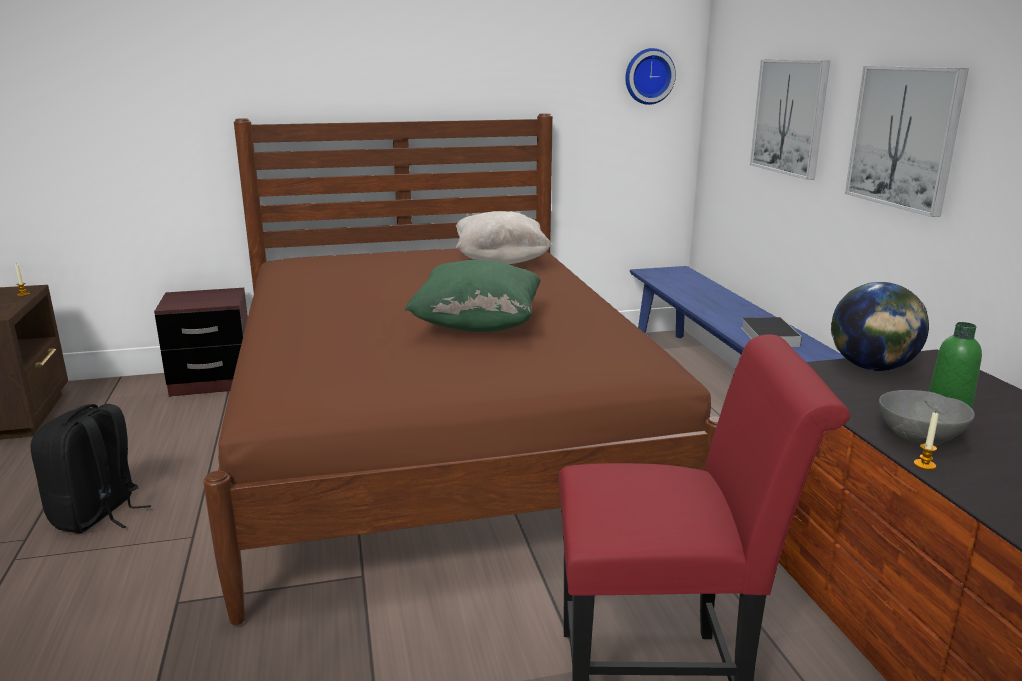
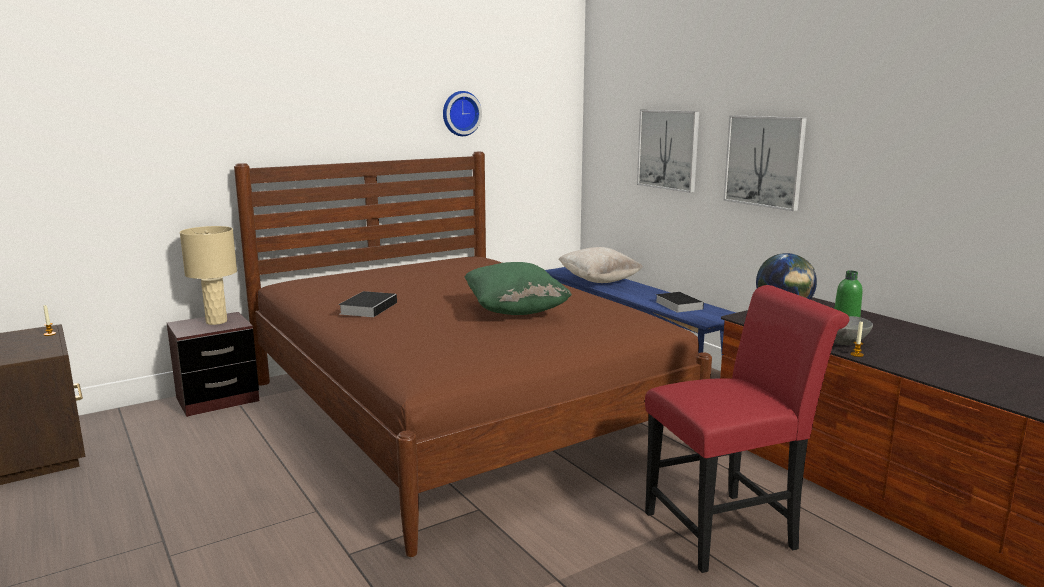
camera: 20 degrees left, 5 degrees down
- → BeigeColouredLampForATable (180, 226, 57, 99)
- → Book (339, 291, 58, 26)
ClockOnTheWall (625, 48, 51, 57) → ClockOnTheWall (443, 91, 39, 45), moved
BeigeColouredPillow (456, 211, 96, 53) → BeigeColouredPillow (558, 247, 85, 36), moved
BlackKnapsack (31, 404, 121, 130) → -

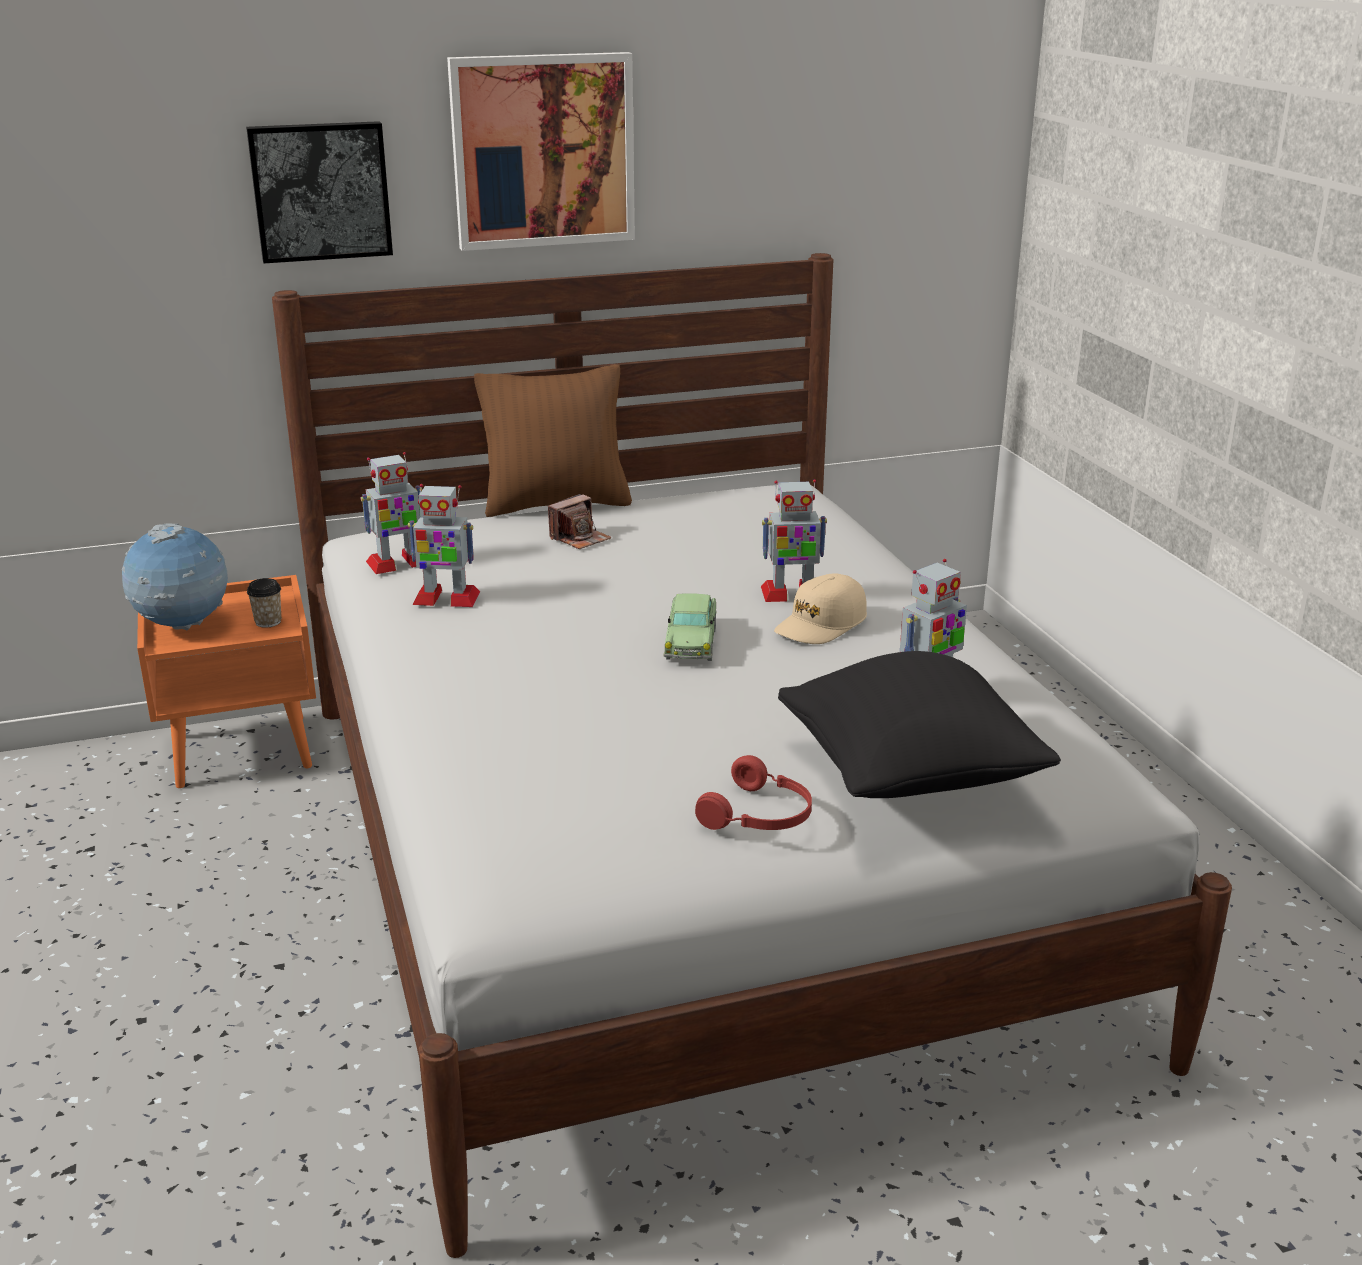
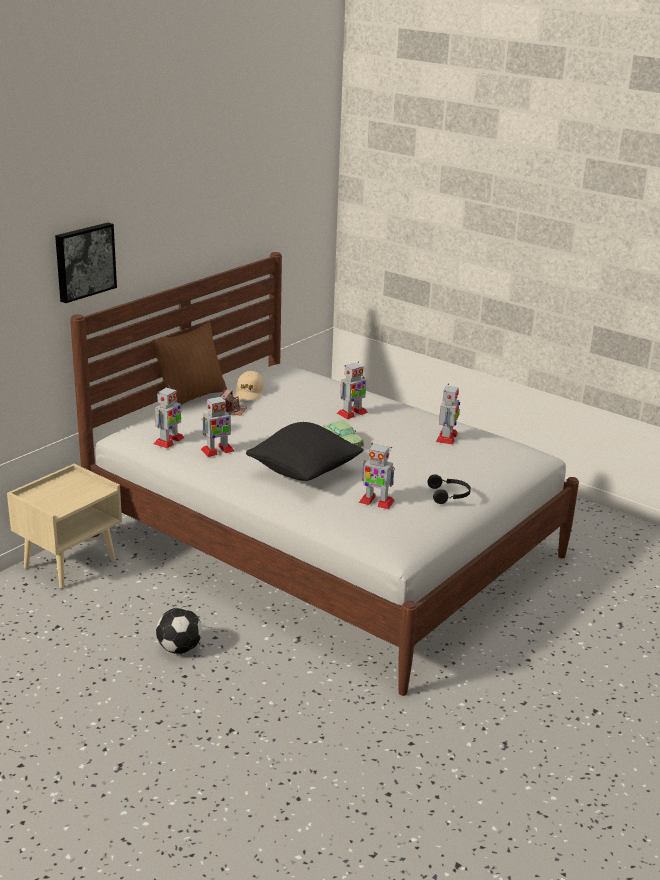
camera: 35 degrees left, 0 degrees up
OrangeColouredBedsideTable (137, 575, 179, 213) → BeigeColouredBedsideTable (7, 464, 115, 125)
- → Football (156, 607, 46, 47)
BeigeColouredBaseballCap (774, 573, 93, 71) → BeigeColouredBaseballCap (234, 371, 30, 29), moved
BlackPillow (778, 651, 283, 147) → BlackPillow (246, 422, 118, 59), moved
- → RobotFigure (359, 443, 36, 66)
RedHeadphones (695, 755, 117, 75) → BlackHeadphones (427, 474, 44, 30)
WorldGlobe (122, 523, 106, 108) → -
Cup (247, 578, 34, 50) → -
WallArt (447, 52, 188, 199) → -

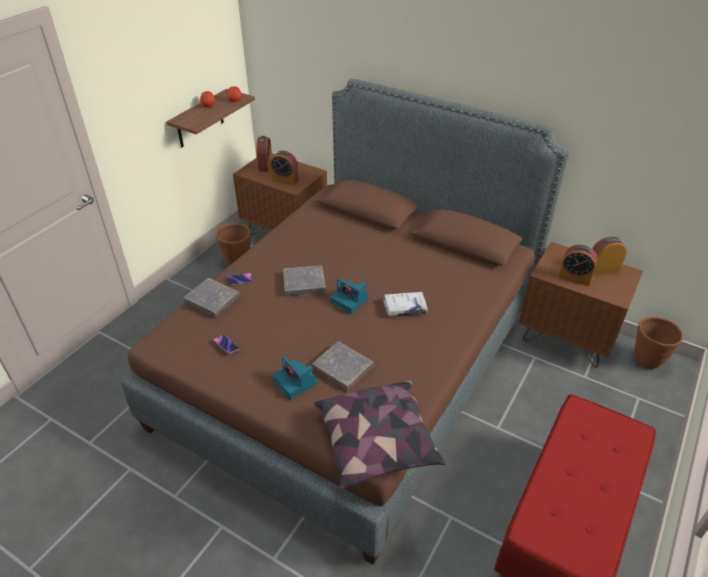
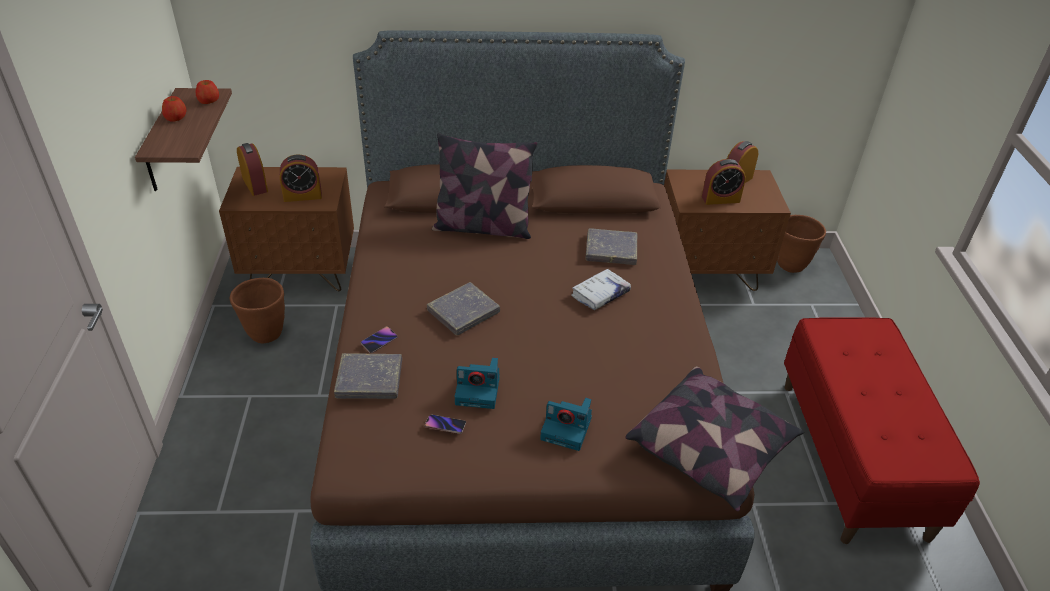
camera: 35 degrees left, 0 degrees up
- → Pillow (432, 133, 105, 106)
PhotoCamera (330, 278, 39, 36) → PhotoCamera (455, 357, 45, 52), moved
GreyishBook (312, 341, 62, 50) → GreyishBook (585, 228, 52, 37), moved

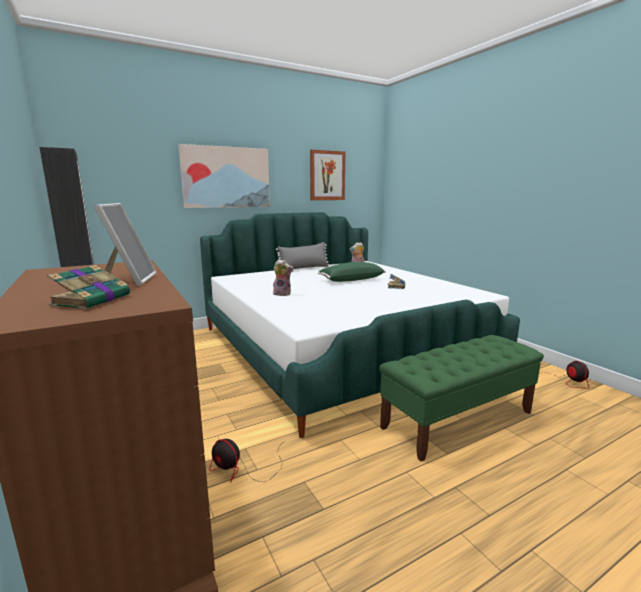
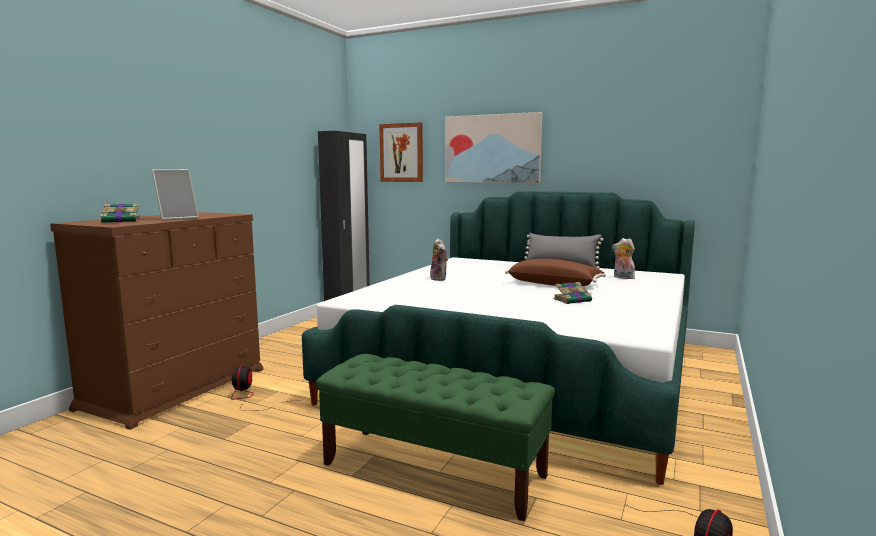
camera: 55 degrees right, 5 degrees down
WallArt (310, 150, 35, 50) → WallArt (379, 123, 44, 59), moved
GreenishPillow (318, 262, 68, 20) → BrownColouredPillow (505, 259, 101, 27)

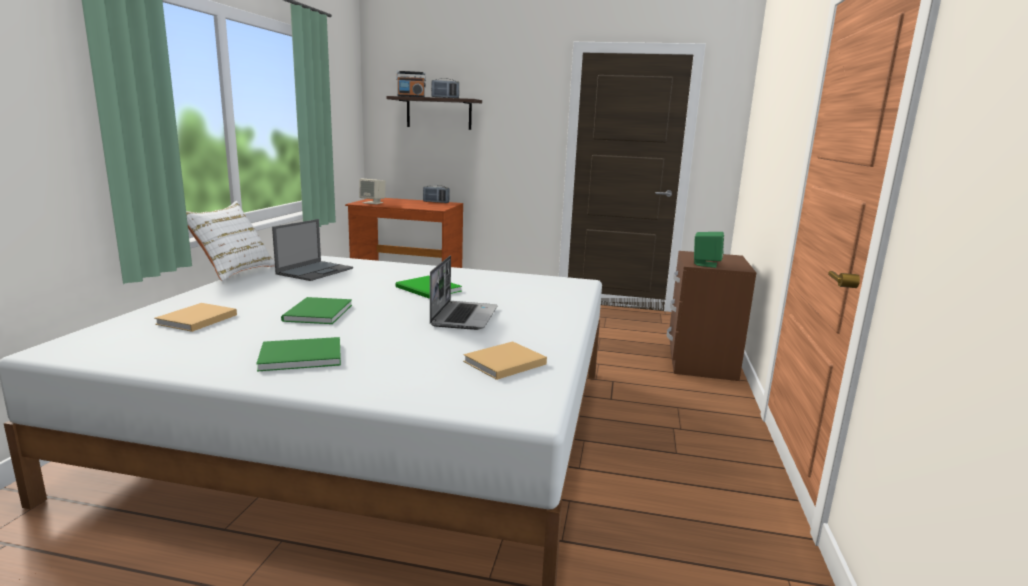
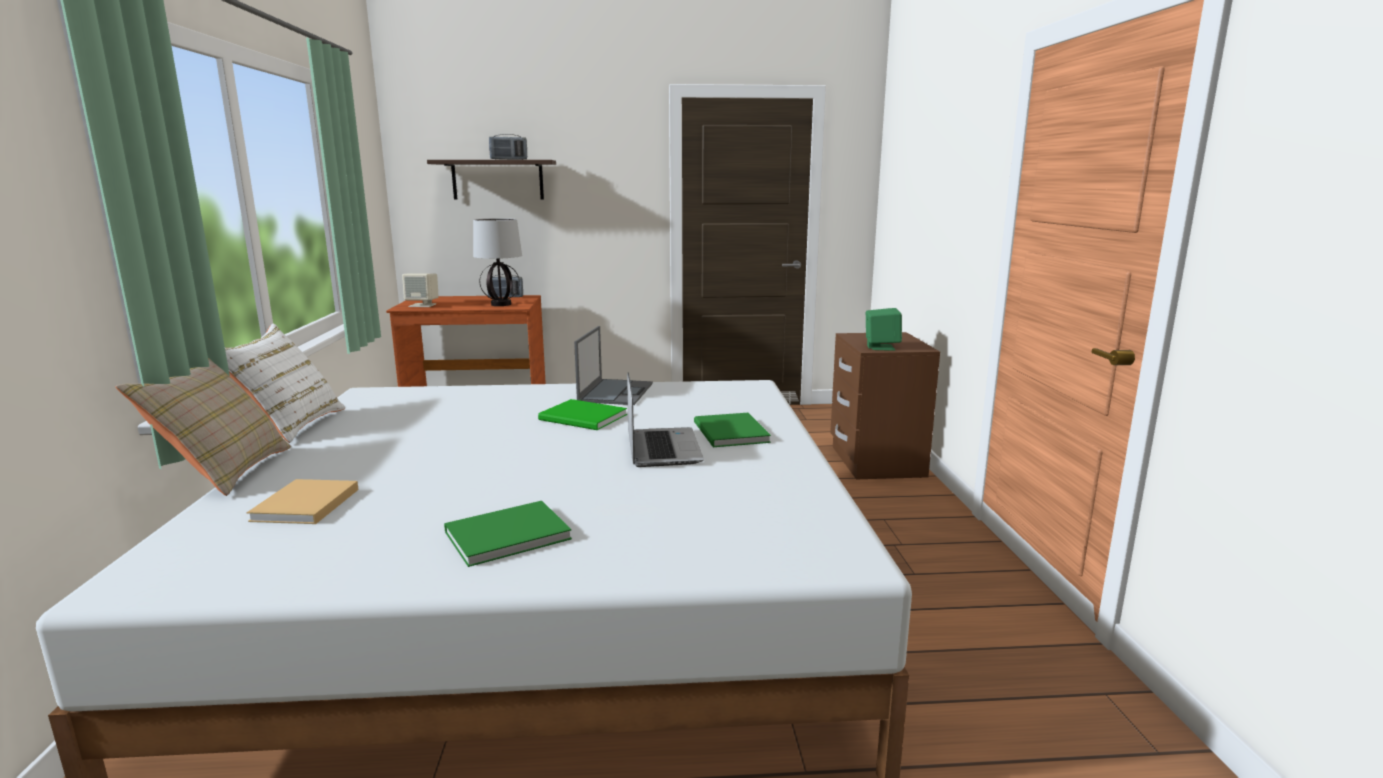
camera: 15 degrees left, 0 degrees up
- → BeigeColouredPillow (115, 358, 176, 138)
- → LampForATable (473, 218, 49, 88)
NotebookComputer (272, 219, 81, 62) → NotebookComputer (574, 326, 79, 79), moved
GreenishBook (281, 297, 71, 27) → GreenishBook (694, 413, 77, 34), moved
RadioSet (396, 71, 30, 26) → -
BeigeColouredBook (463, 341, 84, 39) → -

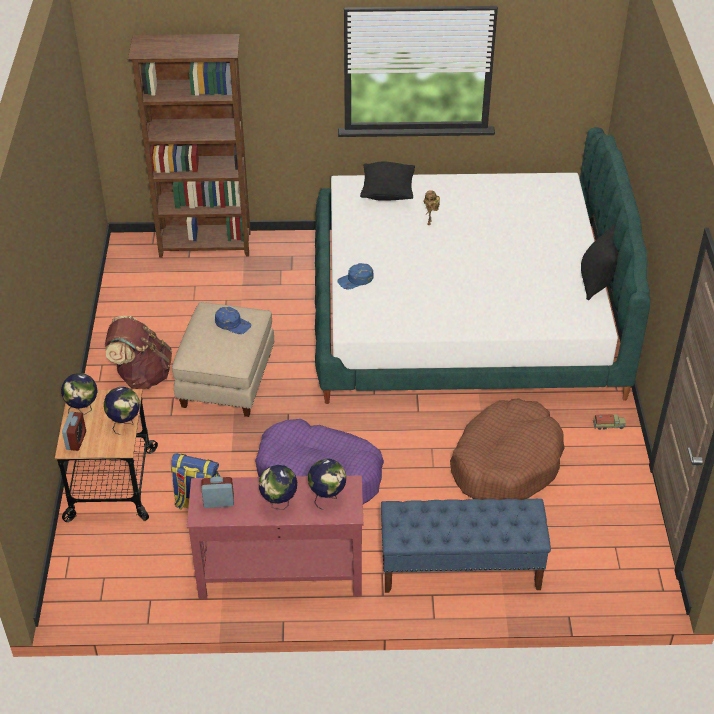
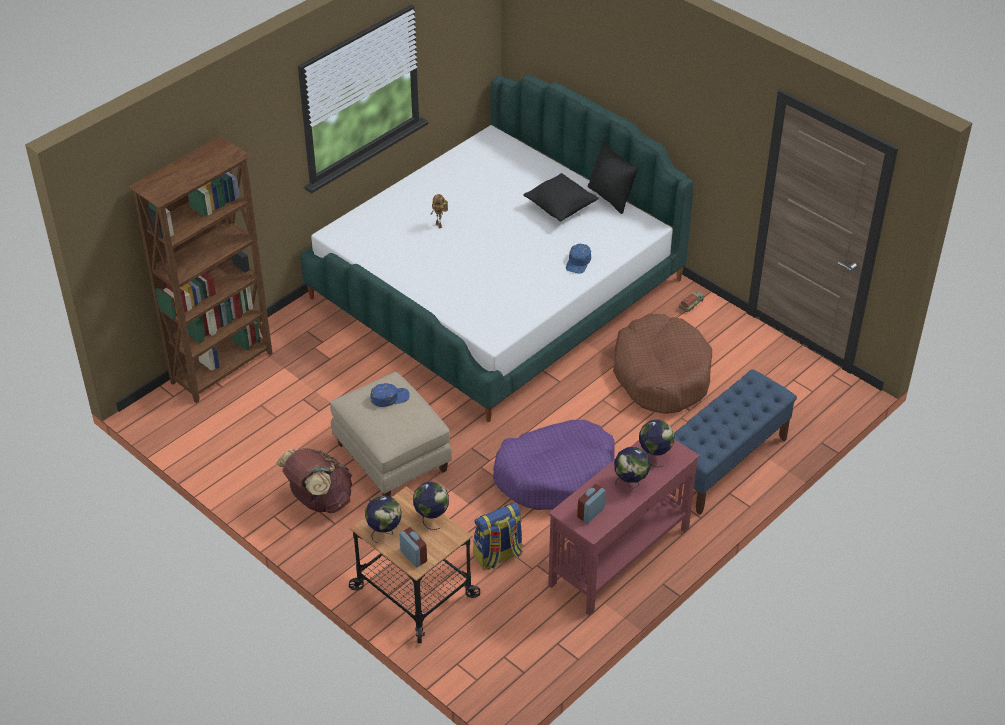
camera: 45 degrees left, 0 degrees up
BlackPillow (360, 162, 55, 39) → BlackPillow (523, 173, 76, 49), moved
BluishBaseballCap (337, 263, 37, 26) → BluishBaseballCap (566, 244, 25, 29), moved

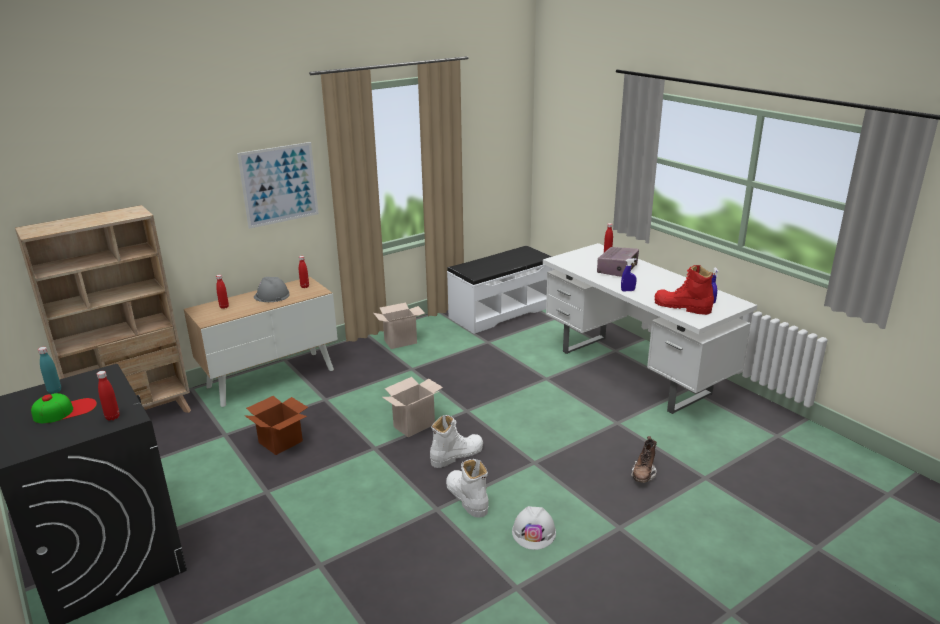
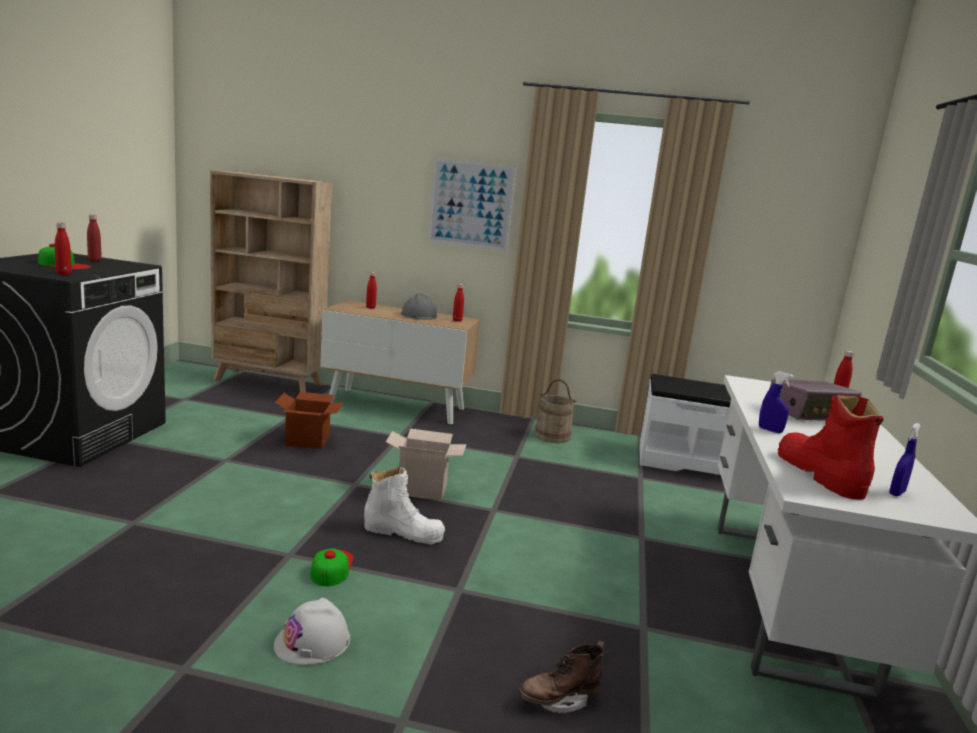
camera: 45 degrees right, 10 degrees down
TurquoiseColouredBeverageBottle (38, 347, 23, 47) → RedBeverageBottle (87, 215, 15, 46)
WhiteTallBoot (446, 459, 43, 59) → BaseballCap (310, 548, 43, 38)
CardboardBox (374, 303, 51, 46) → BeigeColouredPail (535, 379, 41, 64)

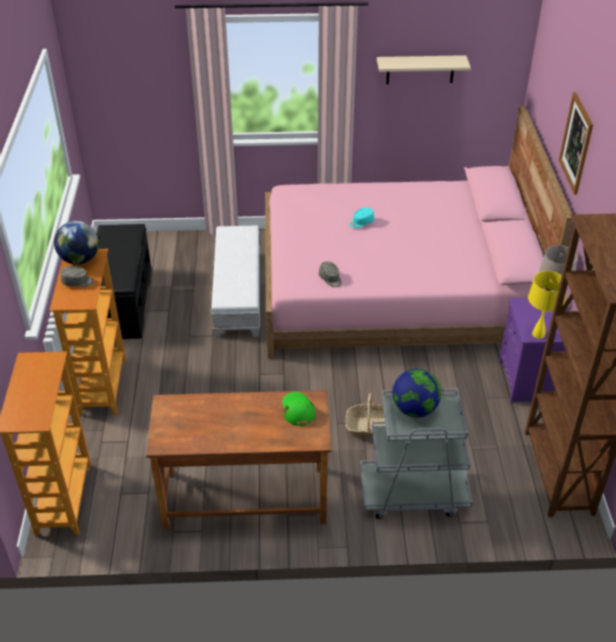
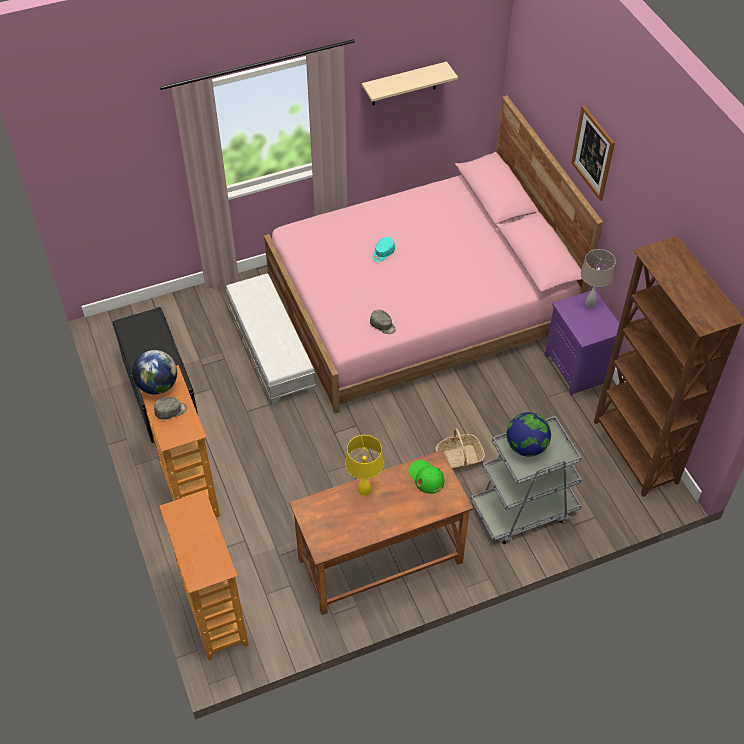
camera: 20 degrees left, 10 degrees up
YellowLampForATable (528, 271, 39, 68) → YellowLampForATable (345, 435, 39, 61), moved

